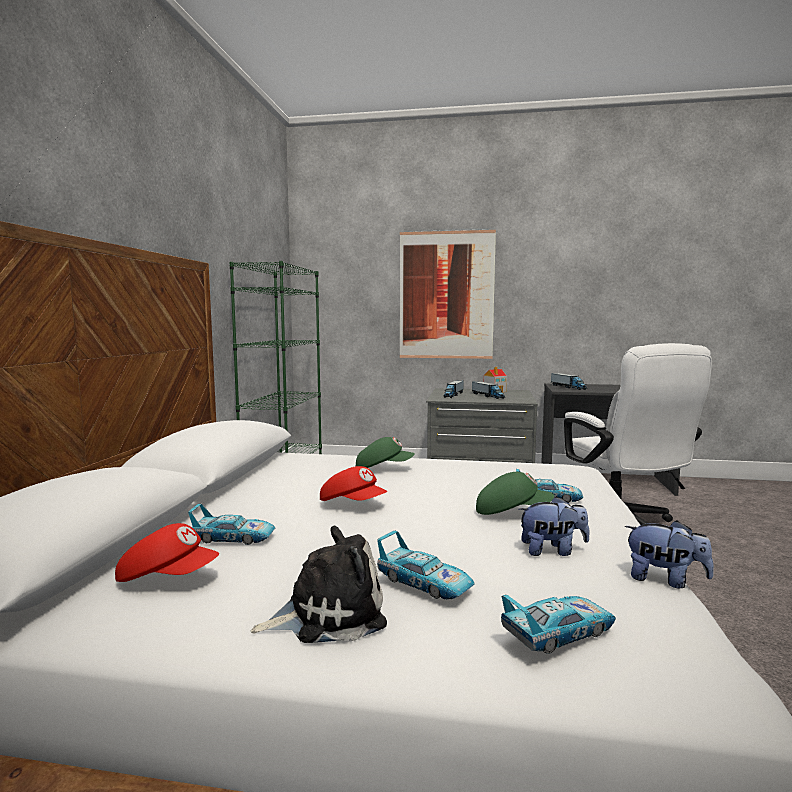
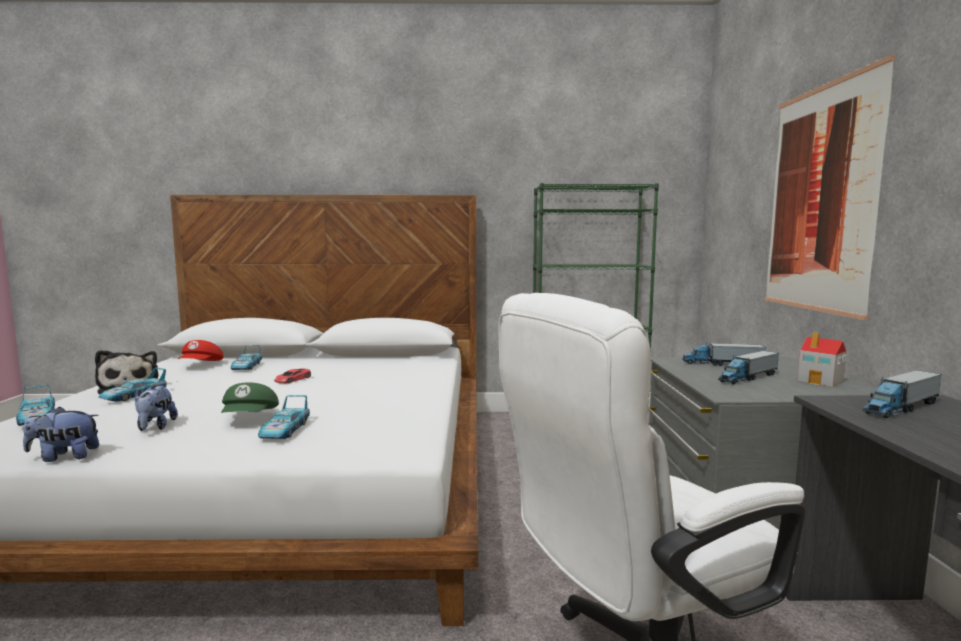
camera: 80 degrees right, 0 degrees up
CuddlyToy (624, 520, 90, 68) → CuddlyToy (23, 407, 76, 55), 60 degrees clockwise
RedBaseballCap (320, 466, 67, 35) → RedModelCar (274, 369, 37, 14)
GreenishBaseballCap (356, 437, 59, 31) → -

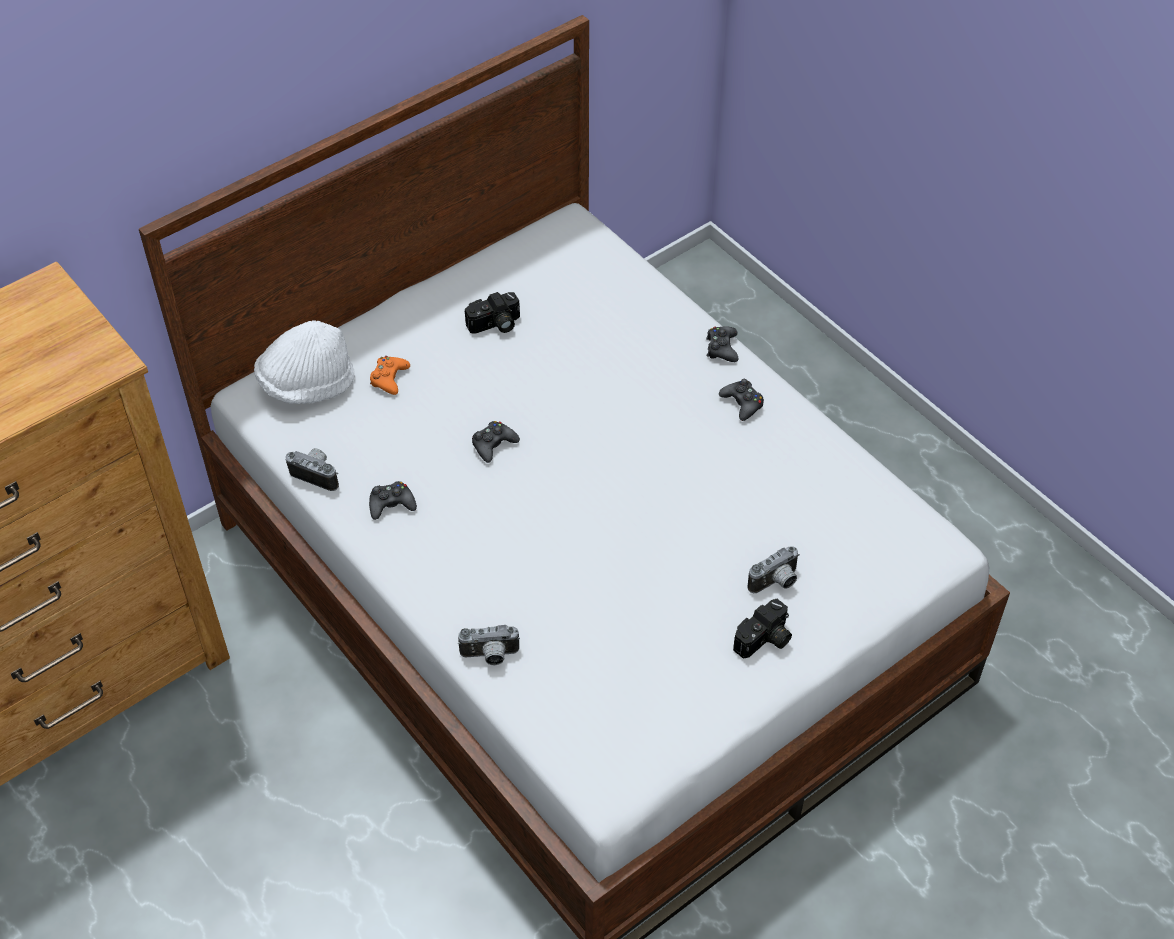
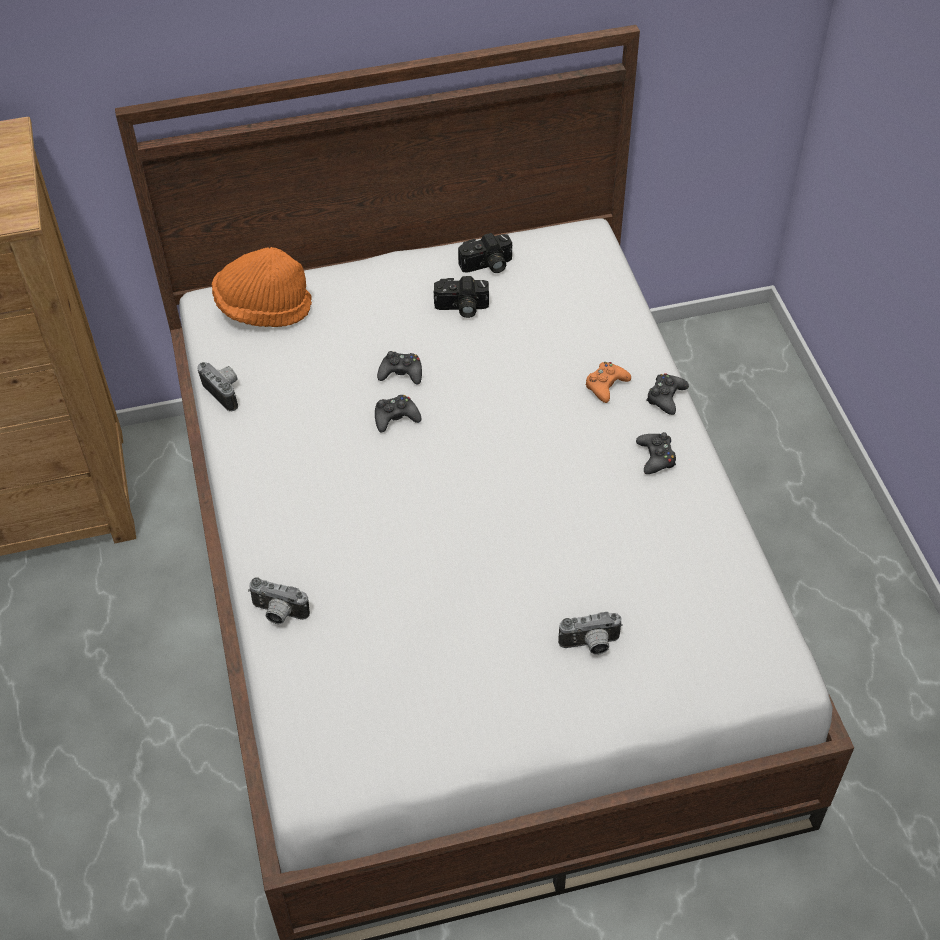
camera: 25 degrees right, 0 degrees up
WhiteHat (254, 320, 101, 84) → OrangeColouredHat (212, 247, 100, 80)
BlackGameController (369, 481, 48, 39) → BlackGameController (377, 351, 45, 33), moved
PhotoCamera (733, 599, 59, 60) → PhotoCamera (458, 233, 54, 40), moved
OrangeColouredGameController (370, 356, 40, 39) → OrangeColouredGameController (585, 362, 46, 41), moved

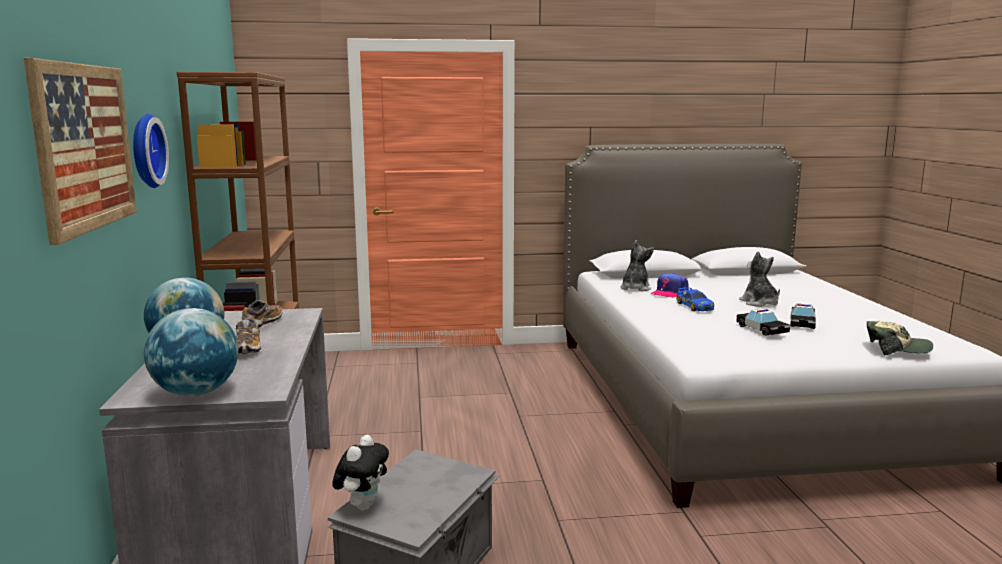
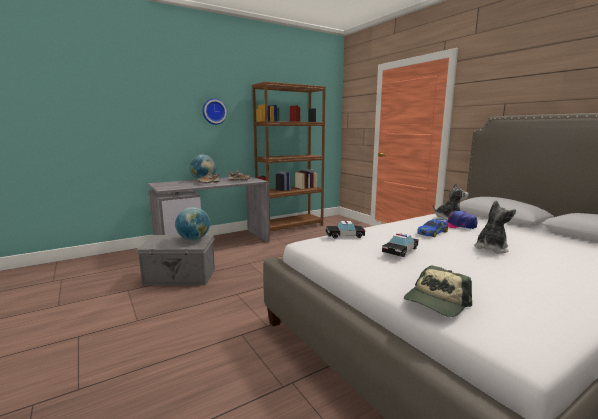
camera: 65 degrees right, 0 degrees up
WorldGlobe (144, 308, 94, 88) → WorldGlobe (175, 207, 35, 33), moved
ModelCar (790, 304, 26, 25) → ModelCar (326, 220, 39, 19), moved
BaseballCap (867, 321, 66, 35) → BaseballCap (404, 266, 68, 51), 60 degrees clockwise
WallArt (24, 58, 113, 187) → -
CuddlyToy (332, 435, 57, 75) → -

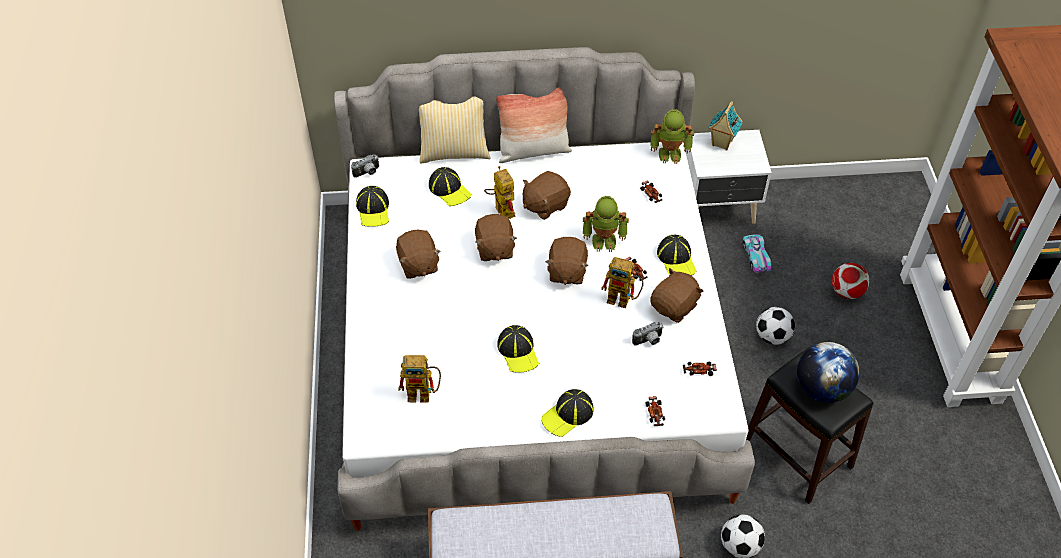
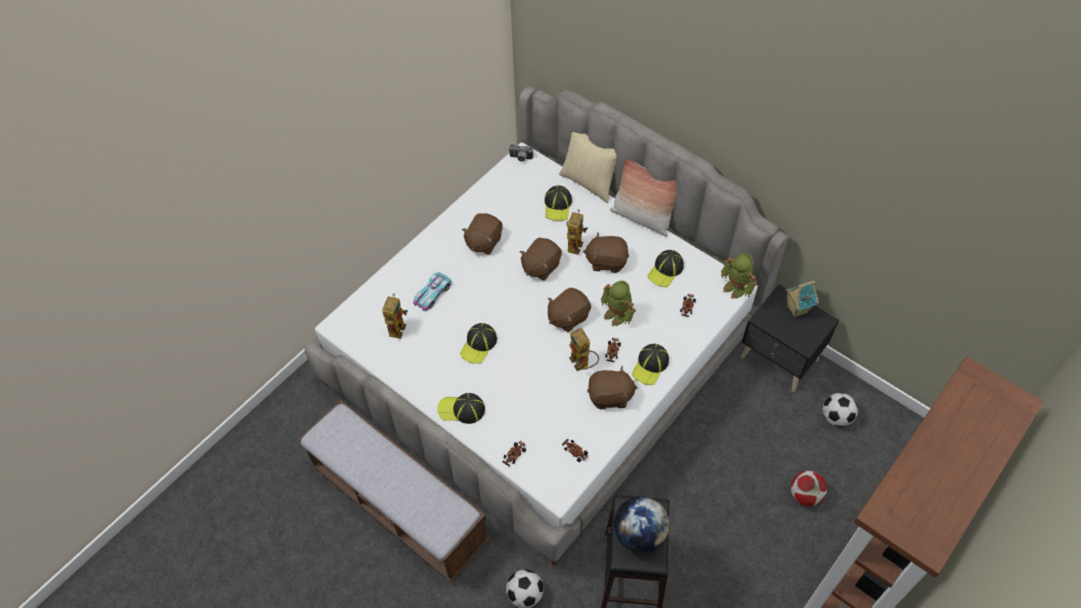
camera: 45 degrees right, 5 degrees up
RobotFigure (398, 355, 43, 48) → RobotFigure (382, 293, 26, 46), 120 degrees counterclockwise
ModelCar (742, 234, 30, 39) → ModelCar (413, 272, 38, 39), moved
BaseballCap (356, 186, 33, 41) → BaseballCap (647, 250, 37, 37), moved
WhiteBedsideTable (686, 130, 86, 94) → BlackBedsideTable (741, 284, 98, 108)
Football (756, 307, 39, 38) → Football (823, 393, 35, 34), moved
PhotoCamera (632, 322, 31, 23) → -

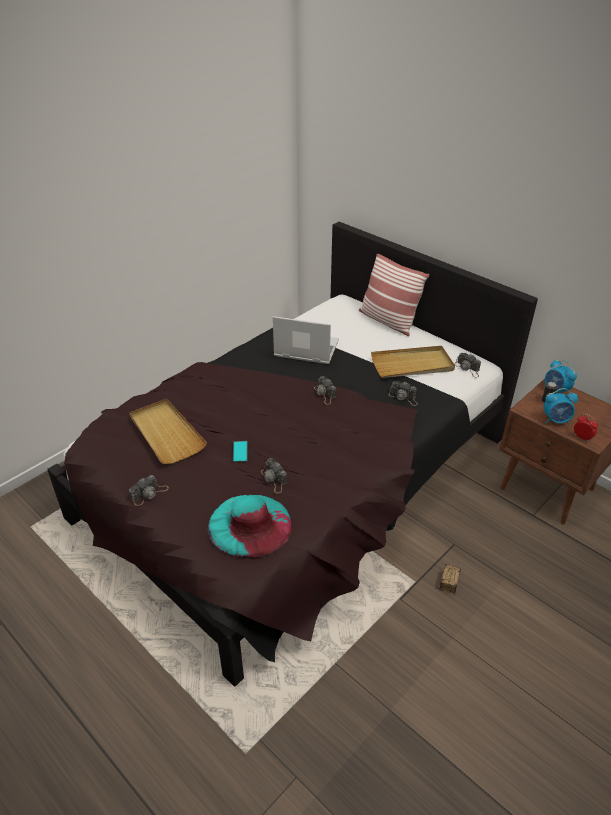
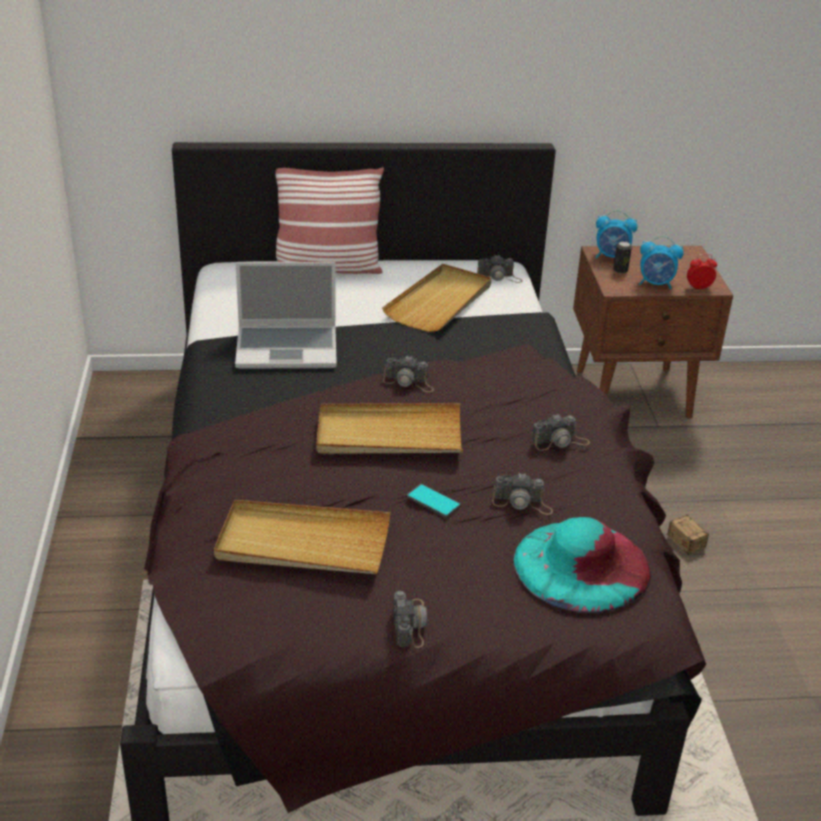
camera: 50 degrees left, 5 degrees down
NotebookComputer (273, 316, 66, 48) → NotebookComputer (235, 262, 102, 107), 150 degrees counterclockwise
- → BeigeColouredServingTray (317, 403, 146, 51)
PhotoCamera (389, 381, 29, 25) → PhotoCamera (532, 414, 58, 37), moved
TableClock (543, 388, 35, 36) → TableClock (639, 236, 45, 53), 60 degrees clockwise

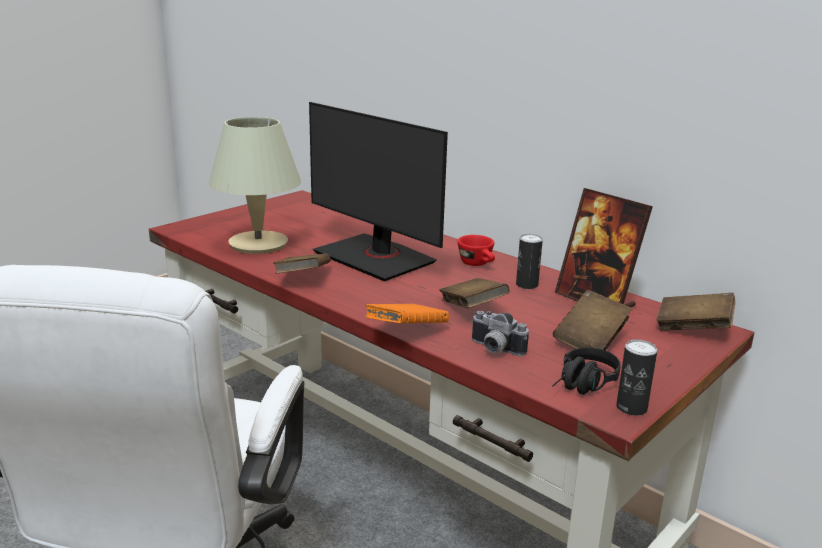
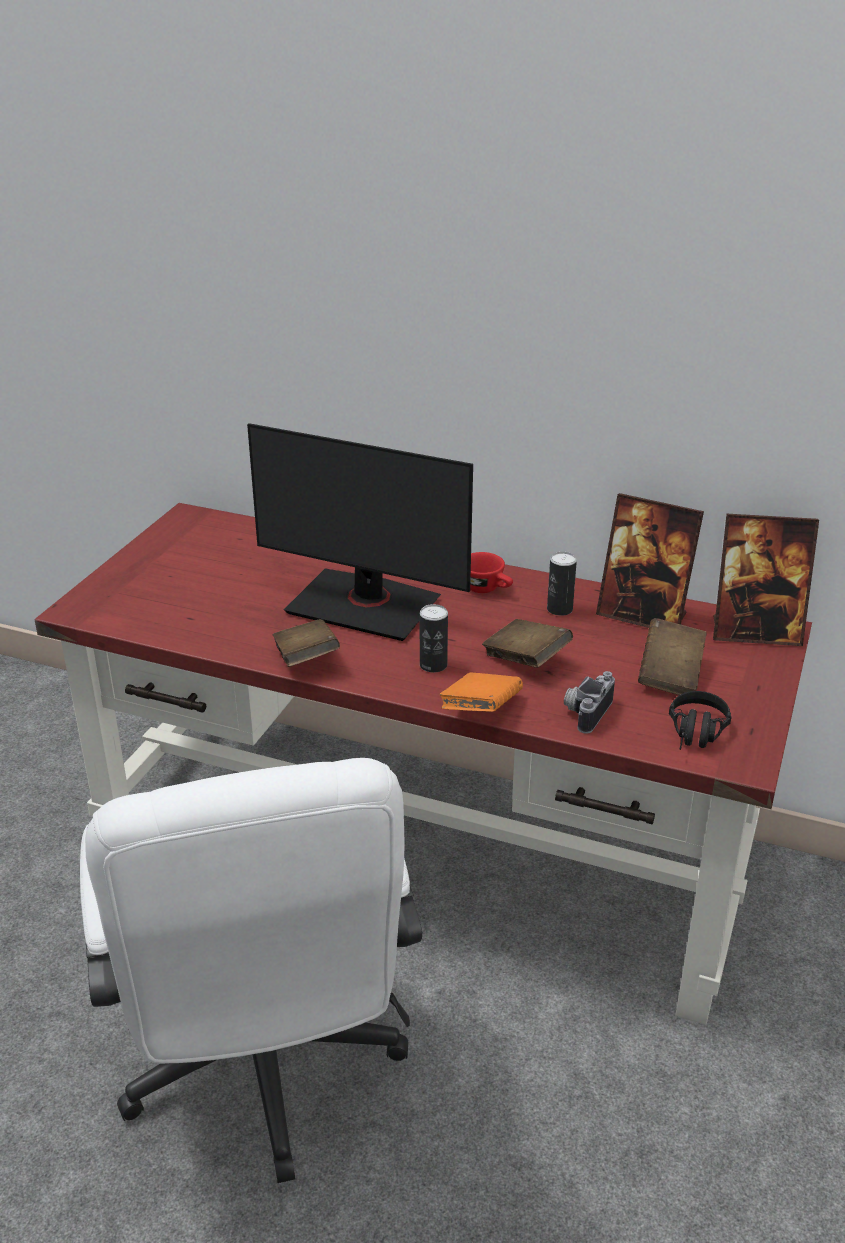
camera: 20 degrees left, 10 degrees up
Can (616, 339, 41, 76) → Can (420, 604, 28, 68), moved
PhotoCamera (471, 311, 58, 45) → PhotoCamera (564, 671, 51, 63), 105 degrees clockwise
BrownColouredBook (656, 293, 80, 38) → PhotoFrame (713, 514, 106, 132)
BeigeColouredLampForATable (209, 117, 92, 137) → -

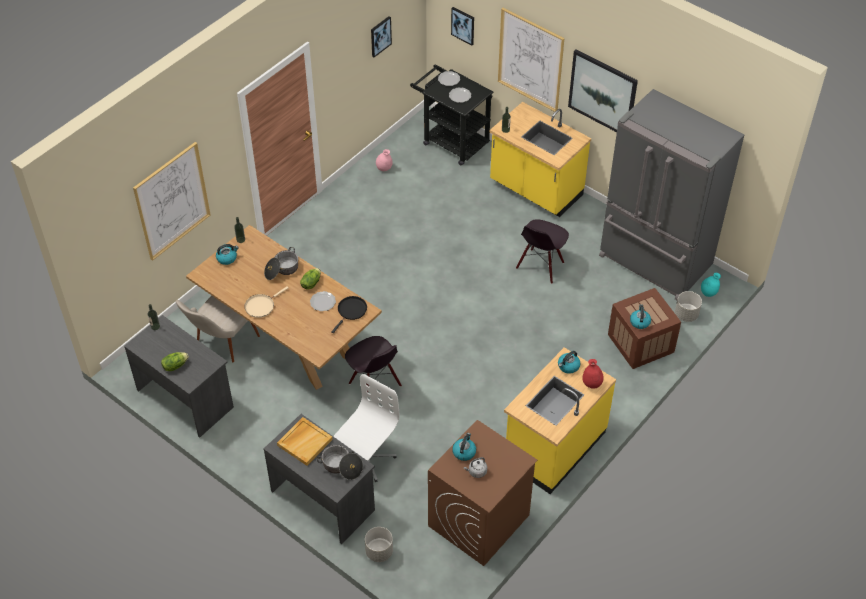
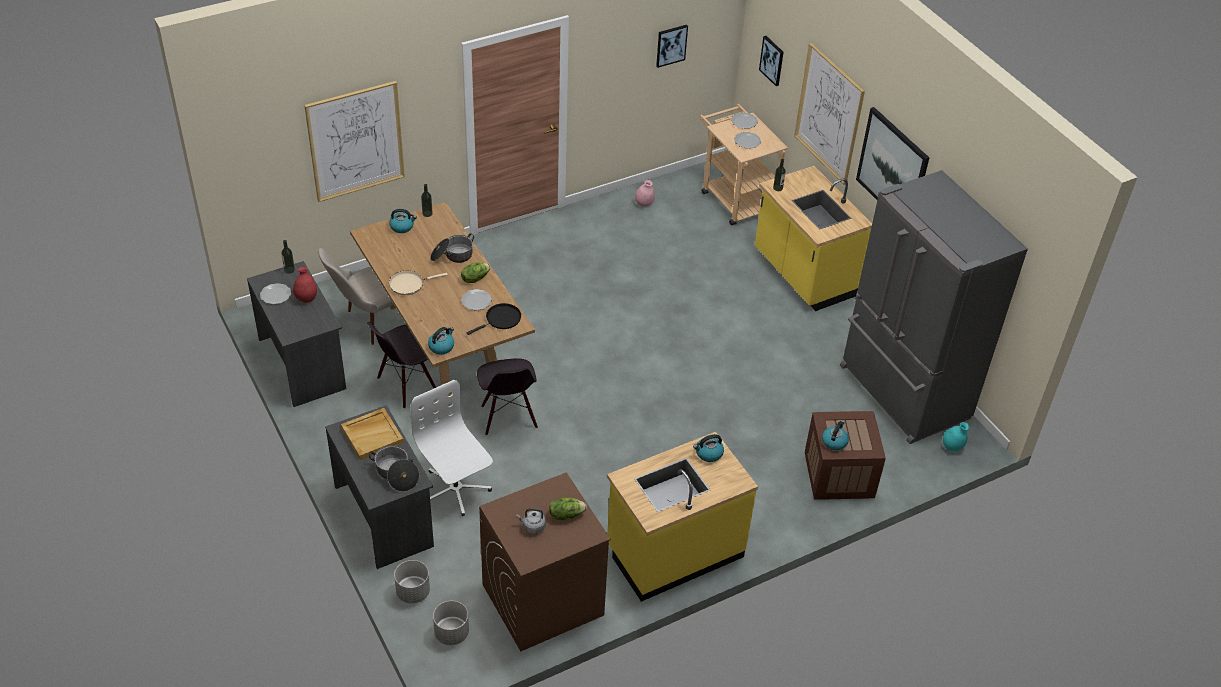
camera: 20 degrees right, 5 degrees down
- → DinnerPlate (260, 283, 31, 21)
RedDecorativeVase (582, 359, 22, 30) → RedDecorativeVase (293, 267, 24, 36), moved
BlackPlainChair (516, 220, 53, 64) → BlackPlainChair (367, 322, 69, 87), moved
WhiteComputerChair (333, 374, 67, 108) → WhiteComputerChair (411, 380, 82, 136), 90 degrees counterclockwise
WaterKettle (452, 433, 24, 28) → WaterKettle (428, 327, 26, 28), moved
GreyishFlowerPot (675, 291, 27, 31) → GreyishFlowerPot (433, 601, 36, 44), moved
LettuceHead (161, 352, 28, 19) → LettuceHead (549, 497, 38, 23), moved
BlackWheeledCart (410, 65, 83, 100) → BeigeColouredWheeledCart (699, 104, 89, 121)

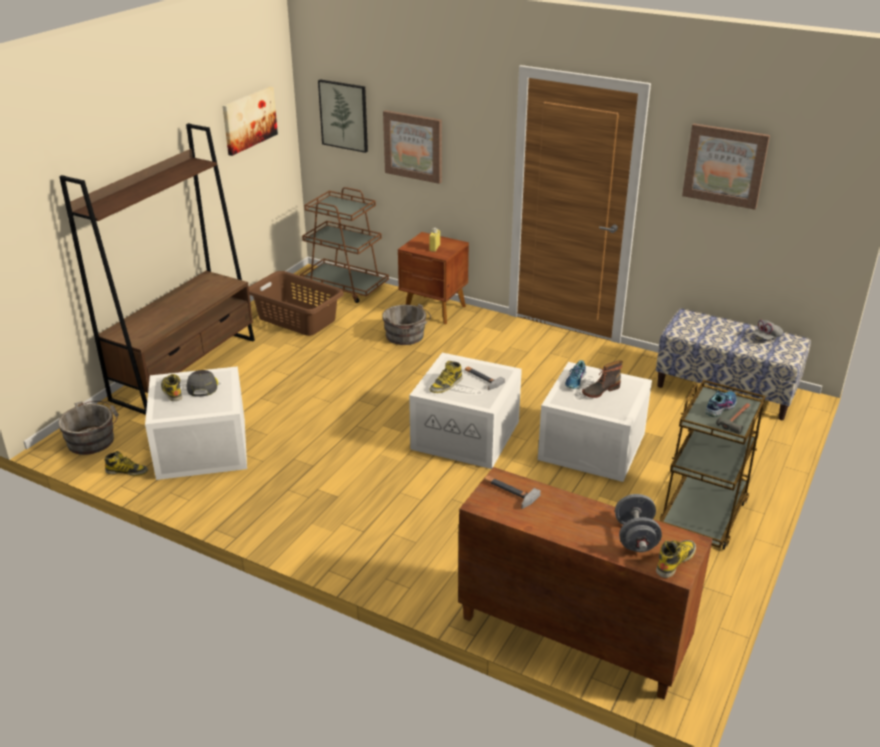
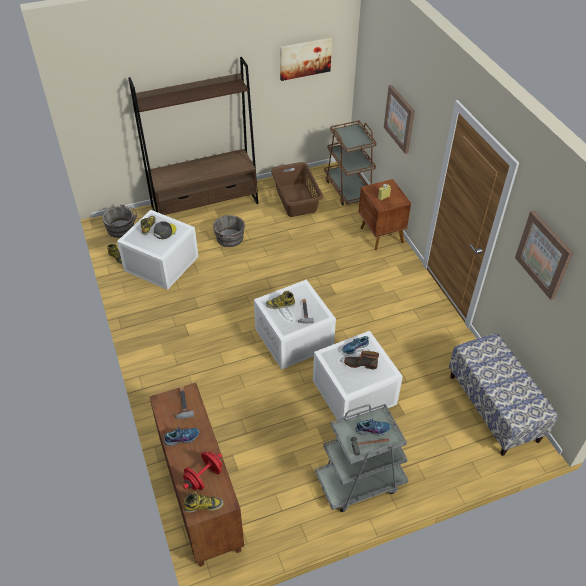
camera: 40 degrees right, 15 degrees up
- → Shoe (163, 427, 36, 19)
GreyishFreeWeight (615, 494, 47, 58) → RedFreeWeight (183, 452, 39, 38)
GreyishPail (382, 304, 49, 41) → GreyishPail (212, 215, 33, 32), moved
BrownColouredWheeledCart (660, 380, 106, 170) → GreyishWheeledCart (315, 404, 93, 108)
WallArt (318, 79, 50, 74) → -
GreyishBaseballCap (752, 320, 31, 20) → -

